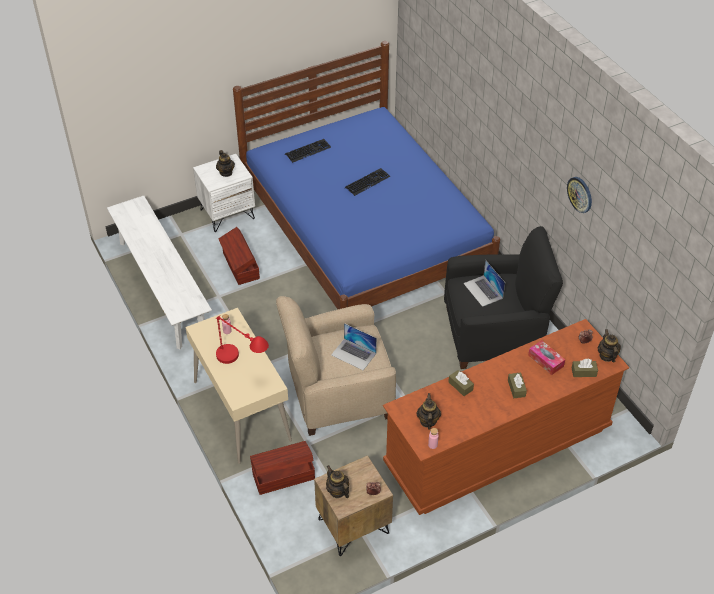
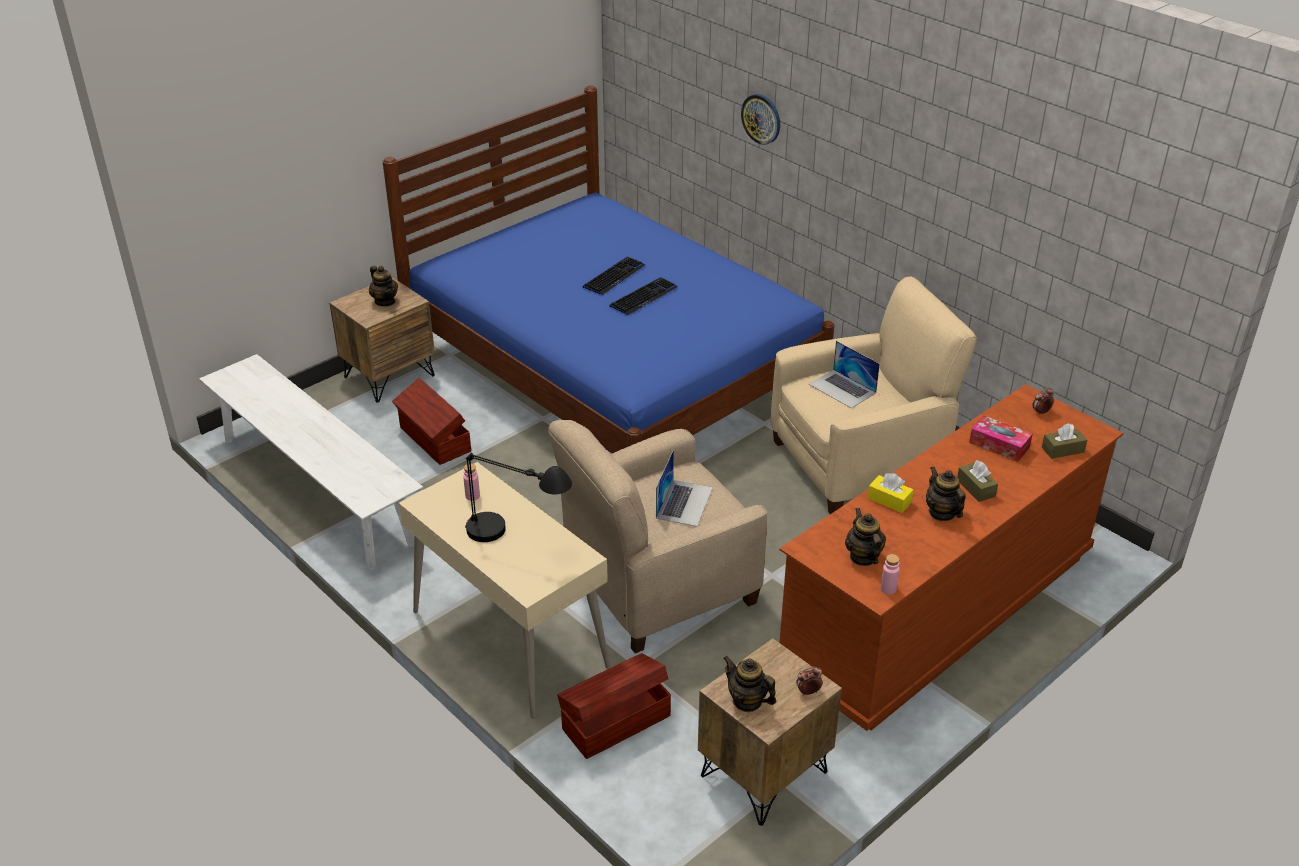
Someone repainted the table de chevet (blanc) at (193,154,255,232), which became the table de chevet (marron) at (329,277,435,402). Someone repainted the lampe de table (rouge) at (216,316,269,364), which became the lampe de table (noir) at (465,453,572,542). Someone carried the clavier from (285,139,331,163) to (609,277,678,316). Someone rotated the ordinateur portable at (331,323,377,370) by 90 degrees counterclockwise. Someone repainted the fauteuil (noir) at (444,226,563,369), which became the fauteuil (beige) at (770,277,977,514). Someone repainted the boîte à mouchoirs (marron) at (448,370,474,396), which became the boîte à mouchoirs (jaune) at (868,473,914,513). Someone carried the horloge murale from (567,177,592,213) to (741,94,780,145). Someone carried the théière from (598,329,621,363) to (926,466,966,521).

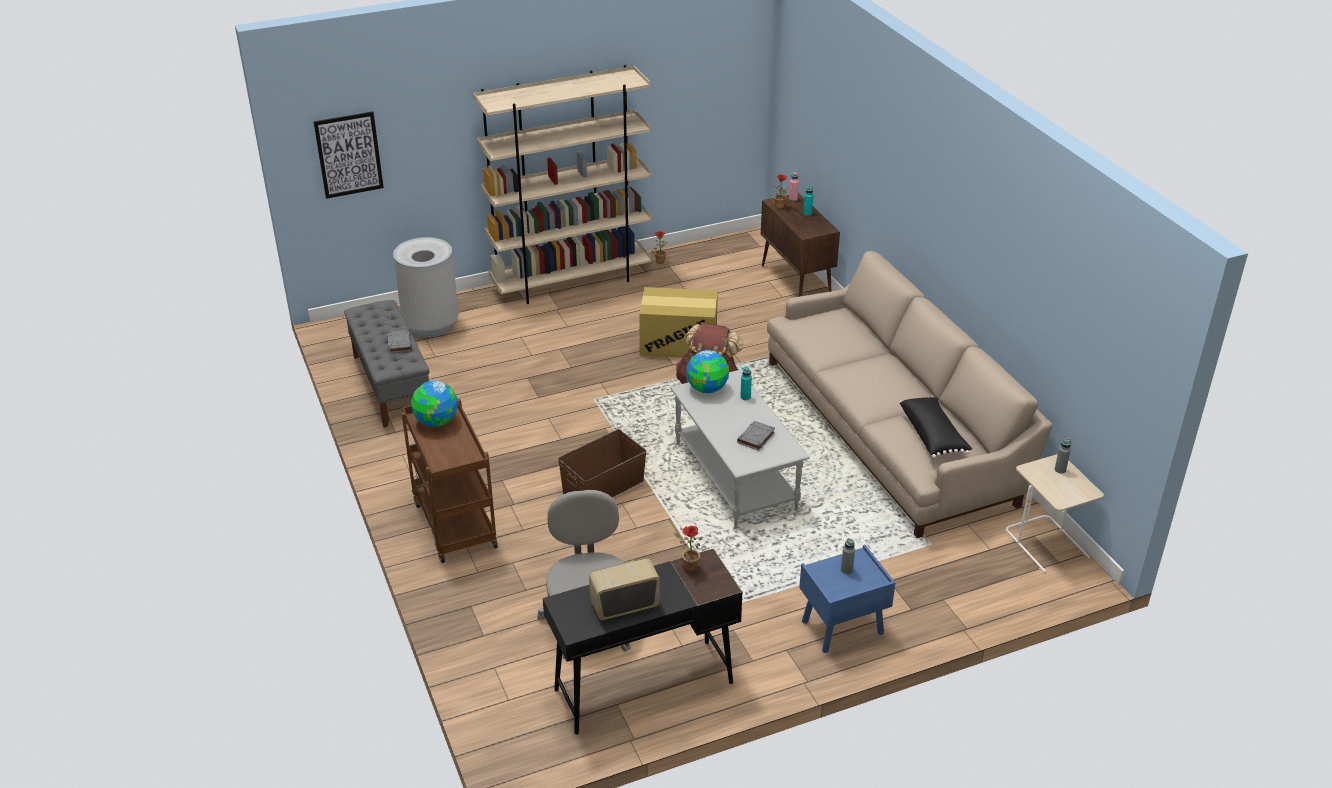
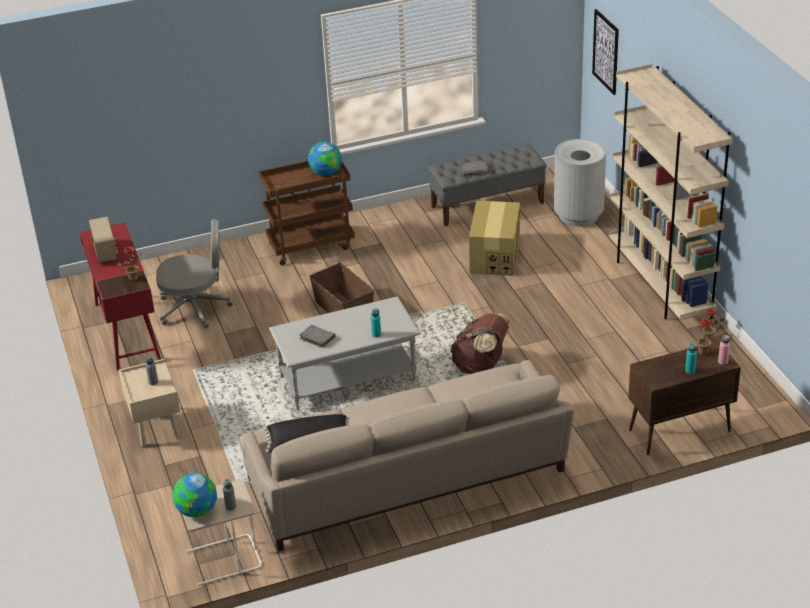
Someone repainted the bureau (noir) at (543,548,742,734), which became the bureau (rouge) at (79,222,161,371). Someone carried the carton from (639,287,718,358) to (469,201,520,276). Someone carried the globe from (687,350,729,393) to (172,473,217,517). Someone repainted the table de chevet (bleu) at (799,545,895,653), which became the table de chevet (beige) at (119,359,180,447).

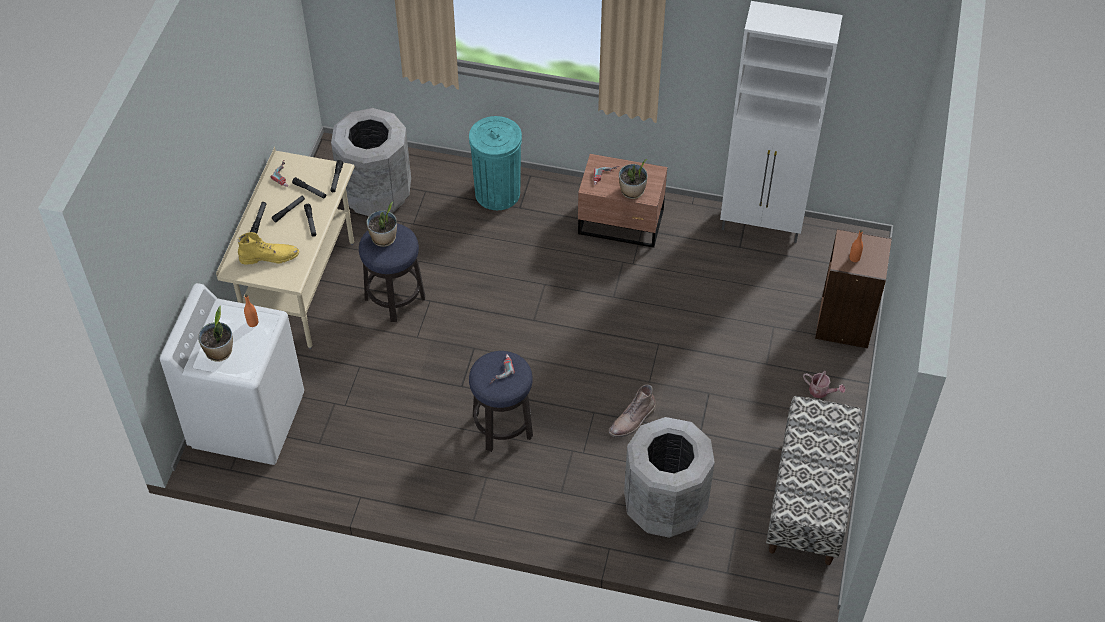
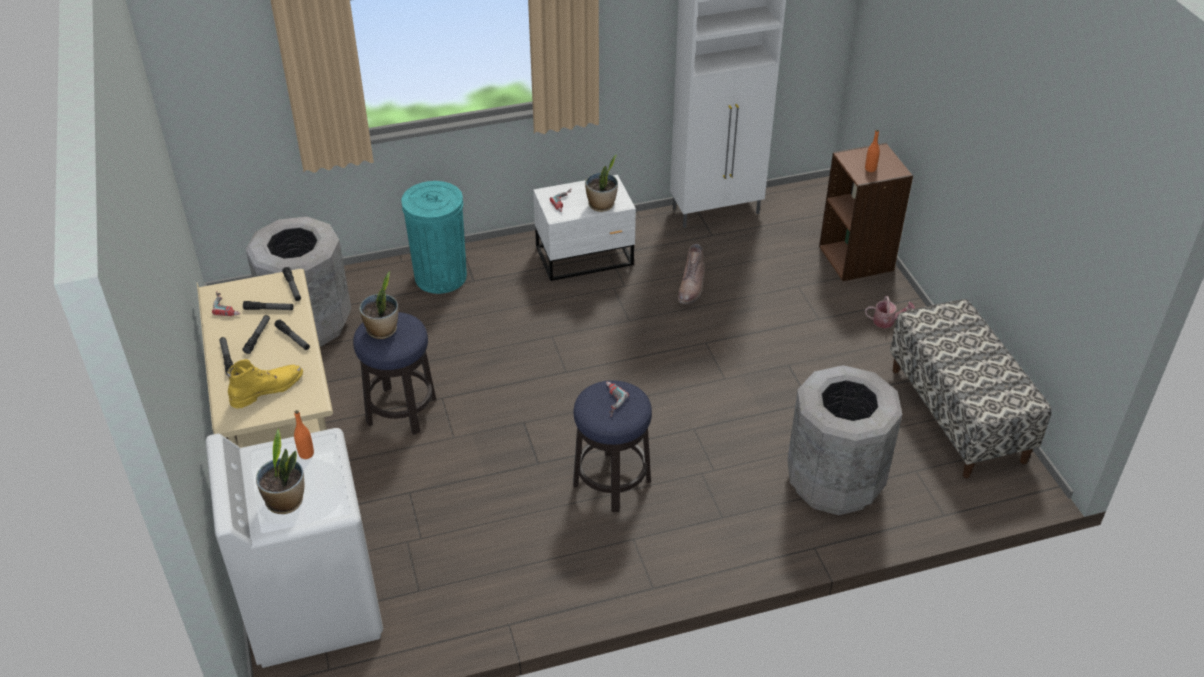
Someone repainted the table de chevet (marron) at (578,154,667,248), which became the table de chevet (blanc) at (533,175,636,281). Someone carried the botte (marron) from (609,384,656,438) to (678,244,705,304).

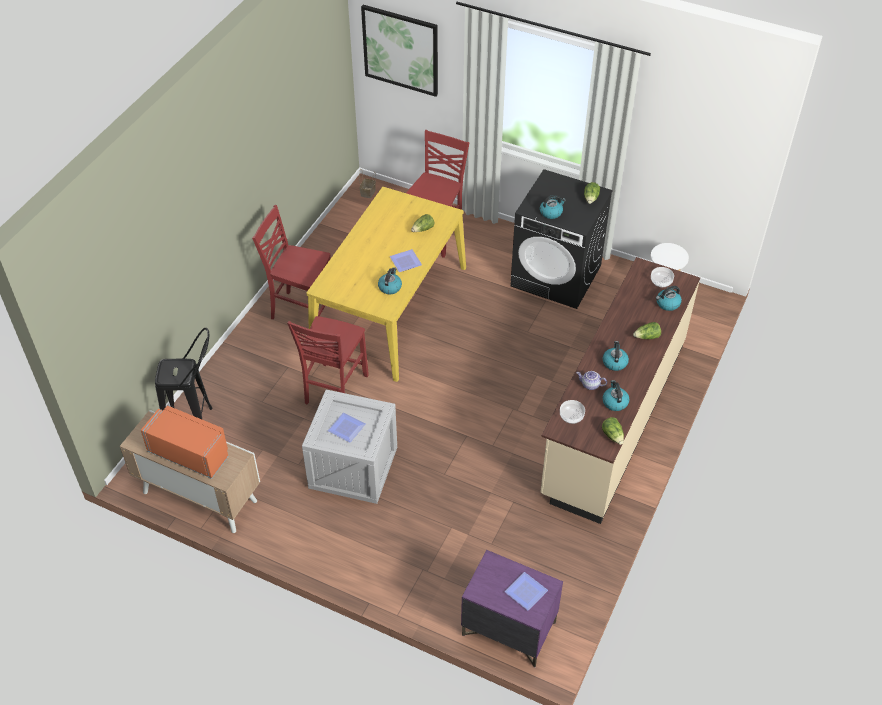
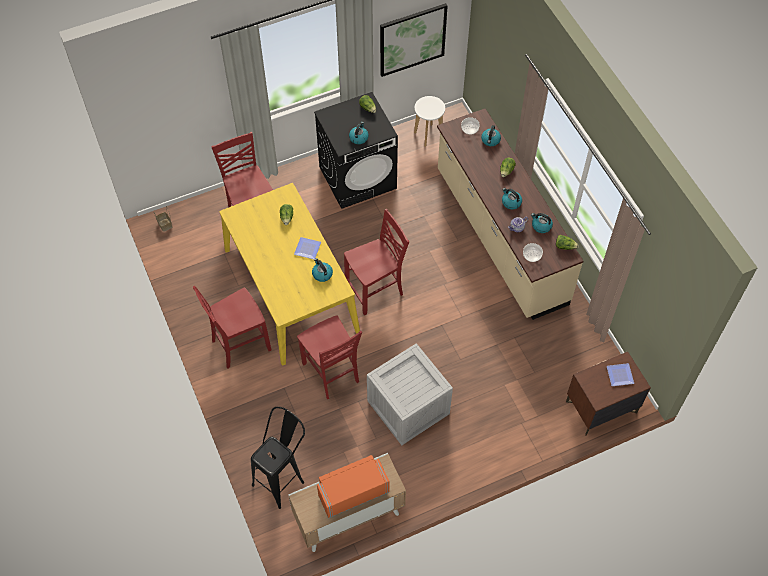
Someone took away the assiette at (328,412,366,442). Someone carried the tableau from (361,5,438,97) to (380,3,448,77). Someone repainted the table de chevet (violet) at (461,550,563,668), which became the table de chevet (marron) at (566,351,651,435). Someone put down the chaise (rouge) at (344,209,409,315).

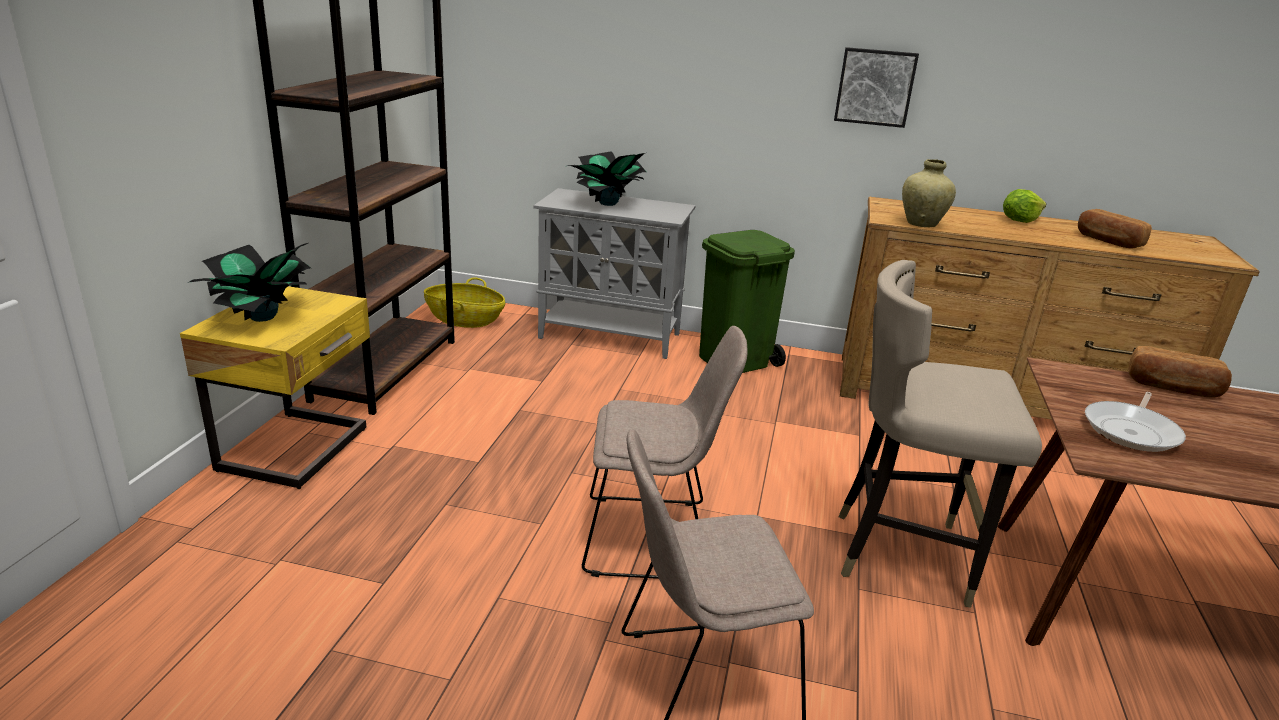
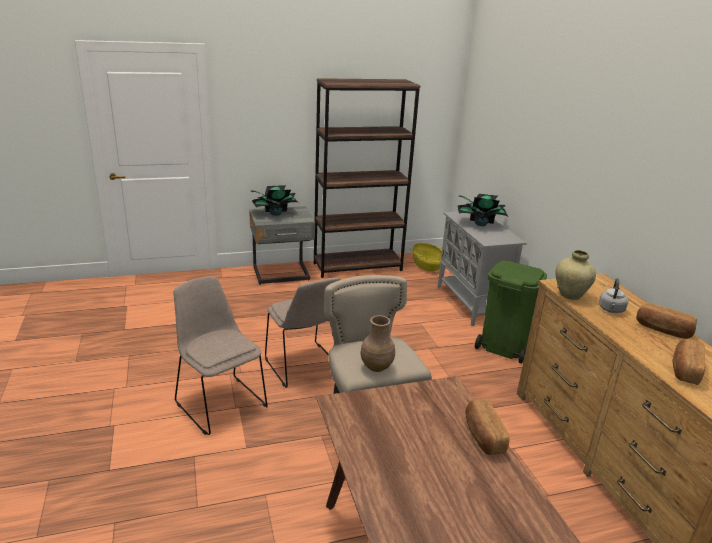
Someone repainted the table de chevet (jaune) at (180,286,370,489), which became the table de chevet (gris) at (249,206,315,285). Someone took away the tableau at (834,47,919,128). Someone swapped the laitue at (1003,189,1046,223) for the pain at (636,302,697,339). Someone took away the poêle at (1085,392,1186,452). Someone put down the vase (marron) at (360,315,395,372). Someone put down the bouilloire (gris) at (599,278,629,313).

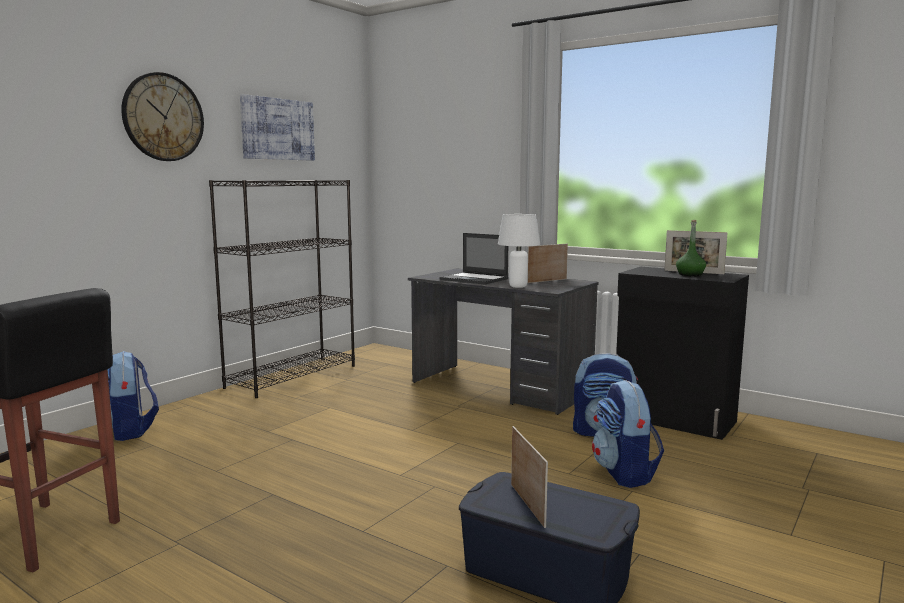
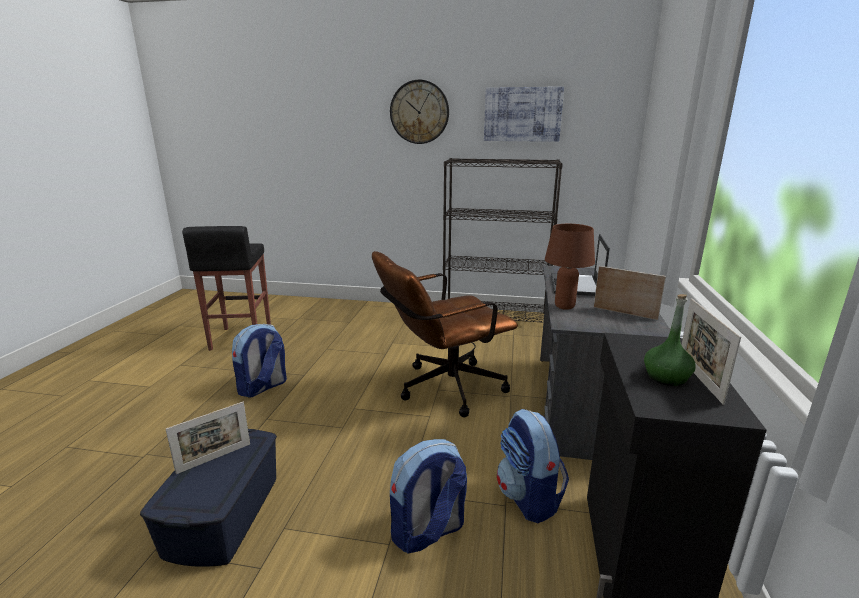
Someone carried the sac à dos from (107,351,159,441) to (232,324,287,398). Someone repainted the lampe de table (blanc) at (498,214,540,288), which became the lampe de table (marron) at (545,224,595,310). Someone put down the chaise de bureau (marron) at (372,251,518,417).

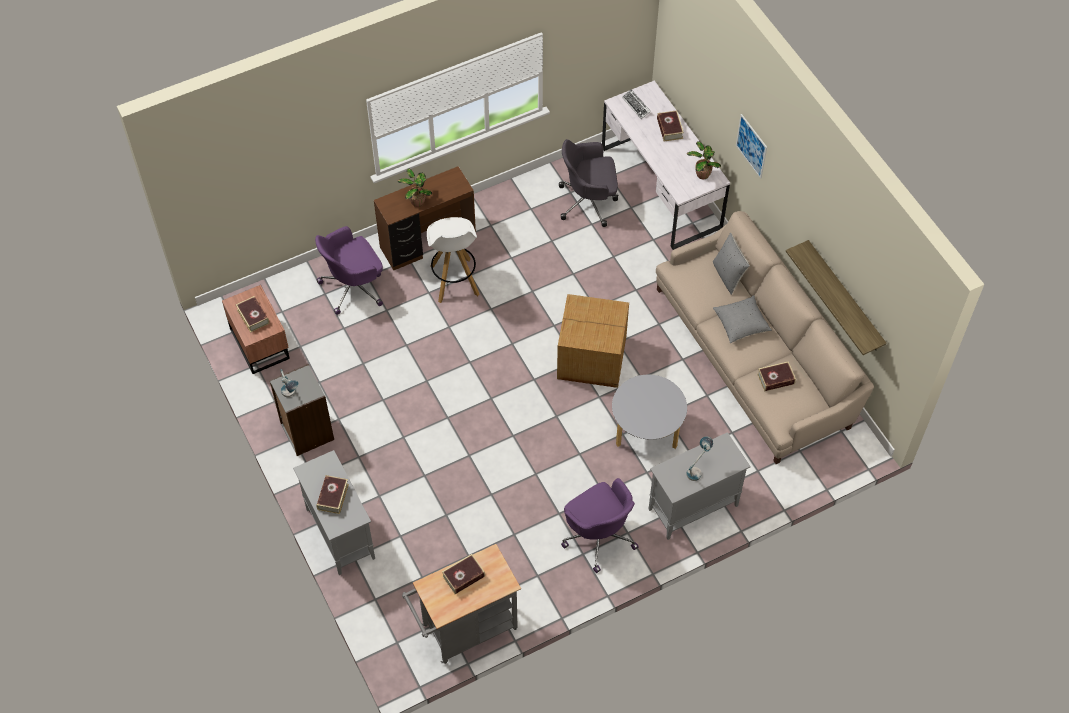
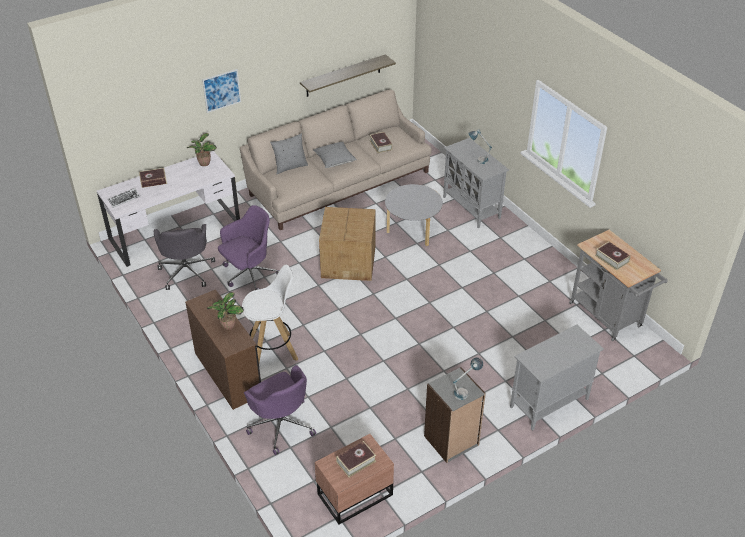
Someone took away the livre at (316,475,349,514). Someone carried the chaise de bureau (violet) from (561,478,639,573) to (218,205,279,290).

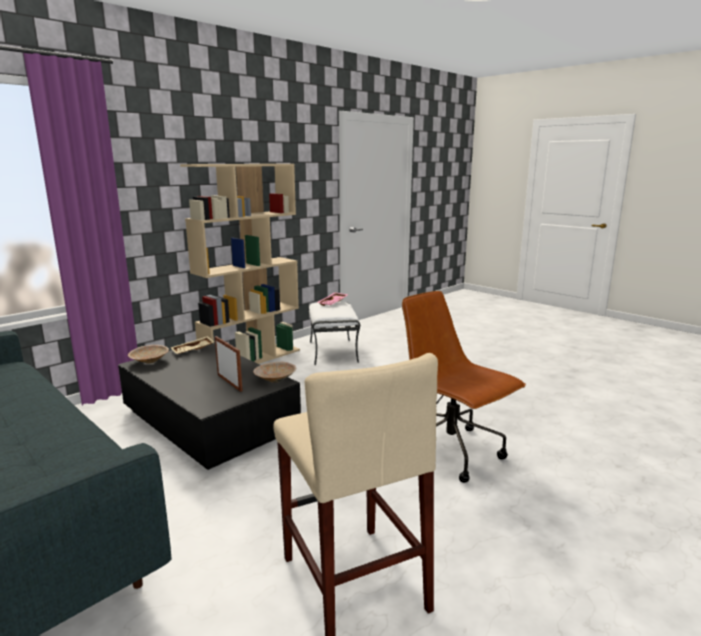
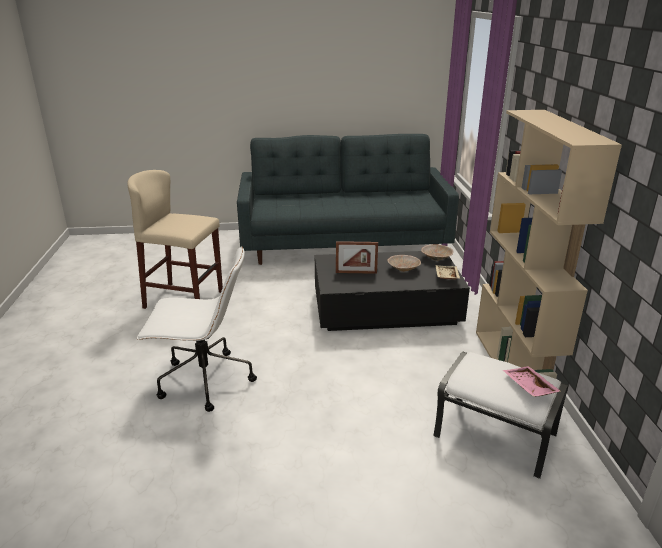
Someone carried the bol (beige) from (253,362,296,383) to (387,255,421,272). Someone repainted the chaise de bureau (marron) at (402,291,526,483), which became the chaise de bureau (blanc) at (136,246,257,412).

